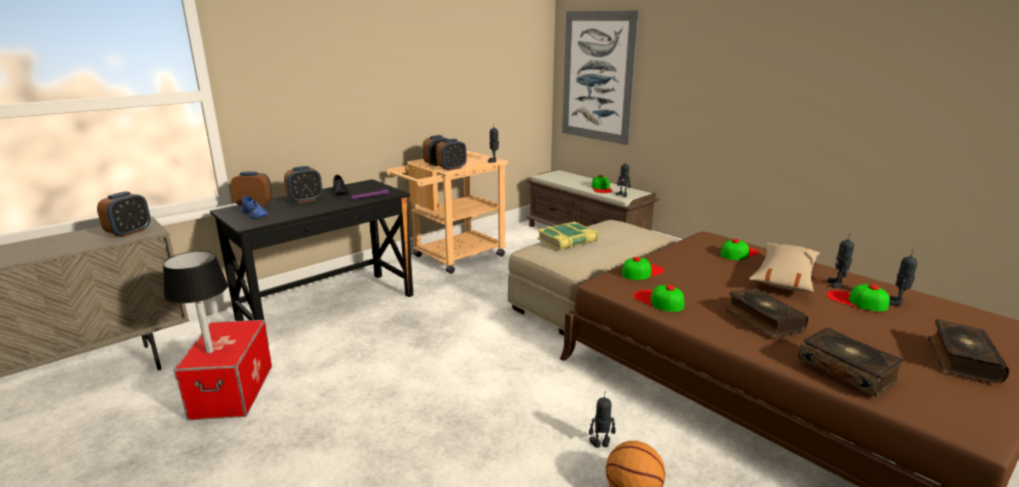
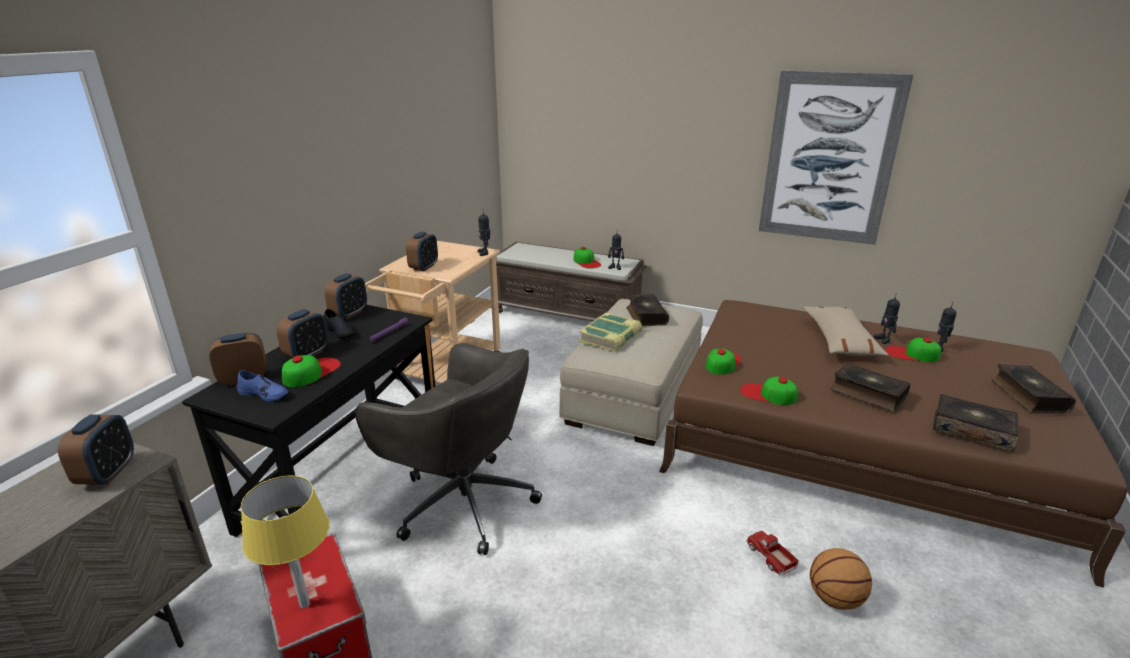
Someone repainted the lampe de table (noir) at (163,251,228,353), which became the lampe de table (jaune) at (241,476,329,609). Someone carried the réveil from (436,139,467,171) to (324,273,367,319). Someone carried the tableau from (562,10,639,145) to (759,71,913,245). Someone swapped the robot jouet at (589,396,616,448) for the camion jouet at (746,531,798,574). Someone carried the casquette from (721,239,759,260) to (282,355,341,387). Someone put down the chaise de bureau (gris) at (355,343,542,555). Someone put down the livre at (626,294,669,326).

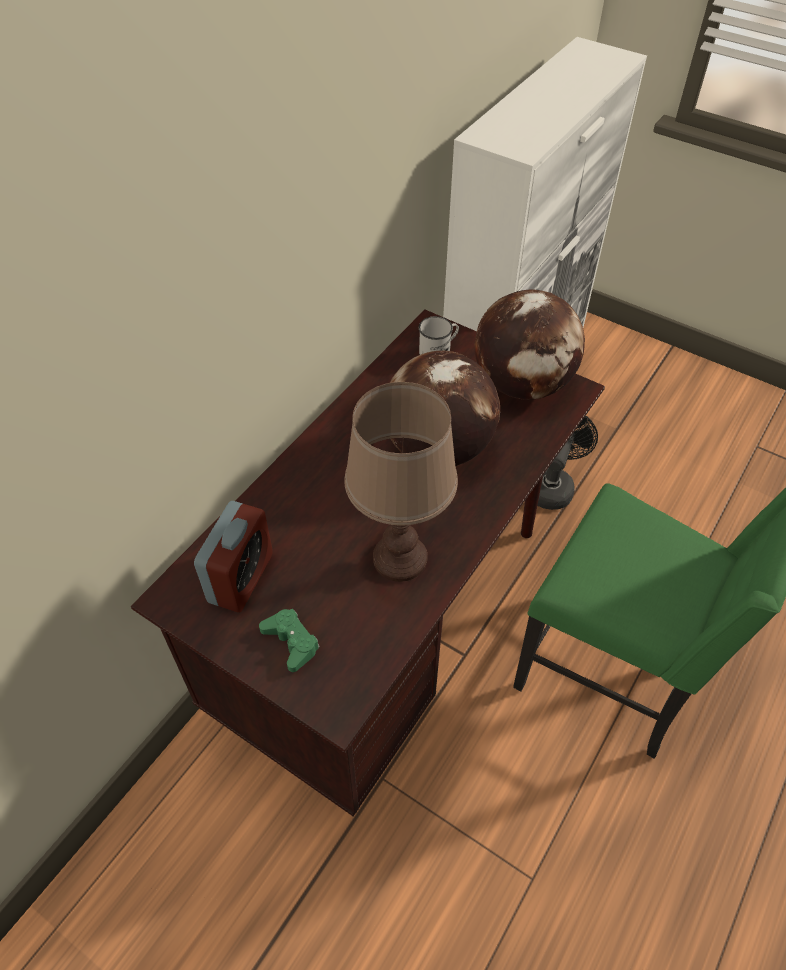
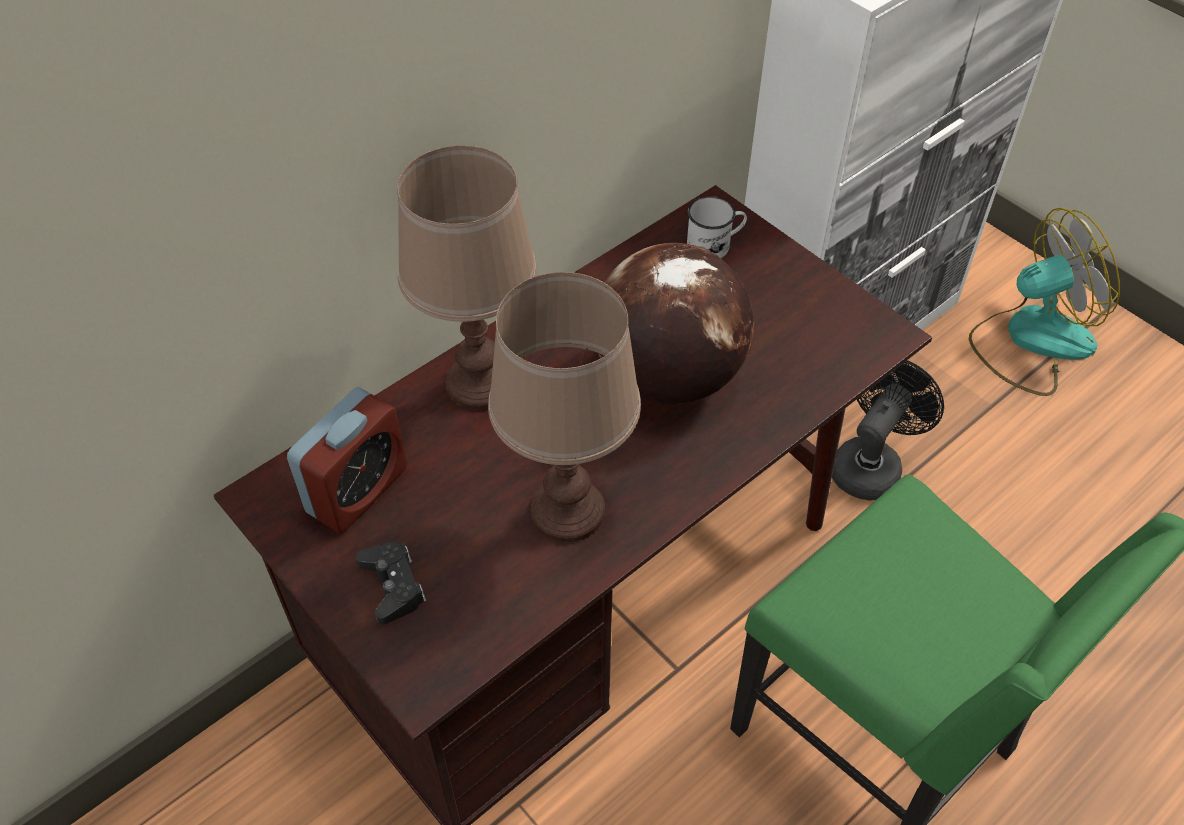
Someone repainted the manette (vert) at (259,609,320,672), which became the manette (noir) at (356,542,426,625). Someone took away the globe at (474,290,585,400). Someone put down the lampe de table (marron) at (398,146,537,410). Someone put down the ventilateur at (969,208,1120,396).

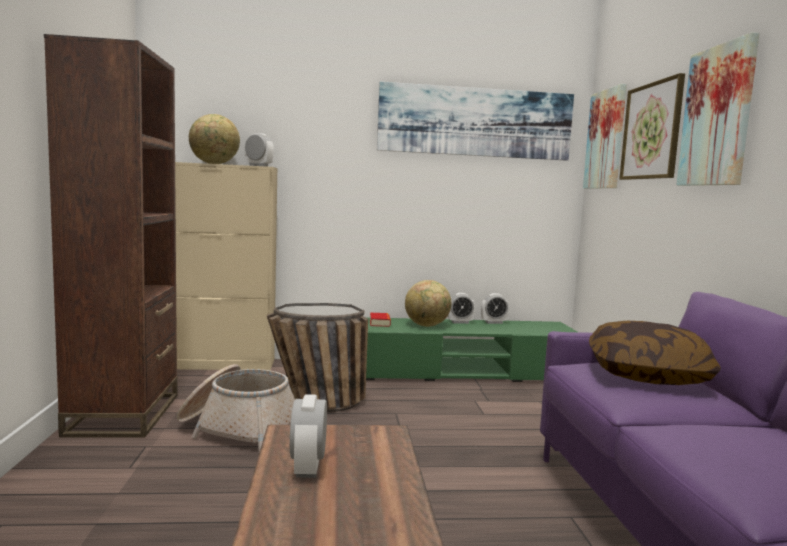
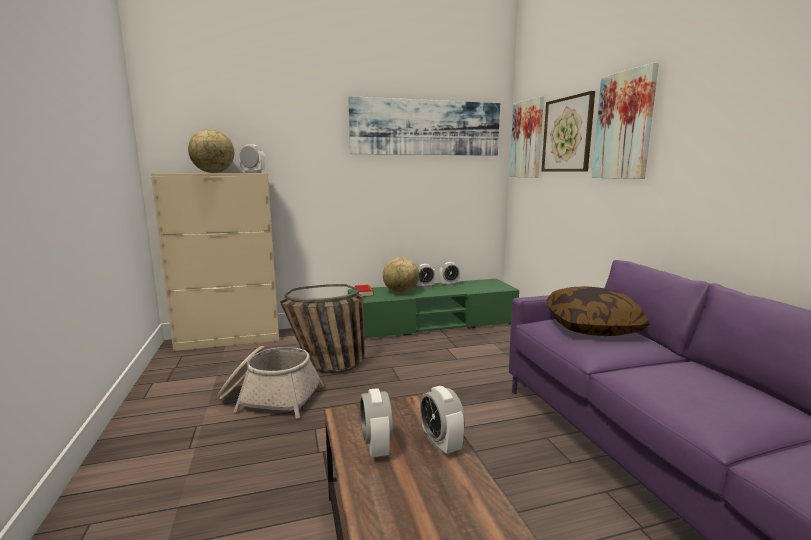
Someone took away the bibliothèque (marron) at (44,34,178,437). Someone put down the réveil at (420,386,465,455).

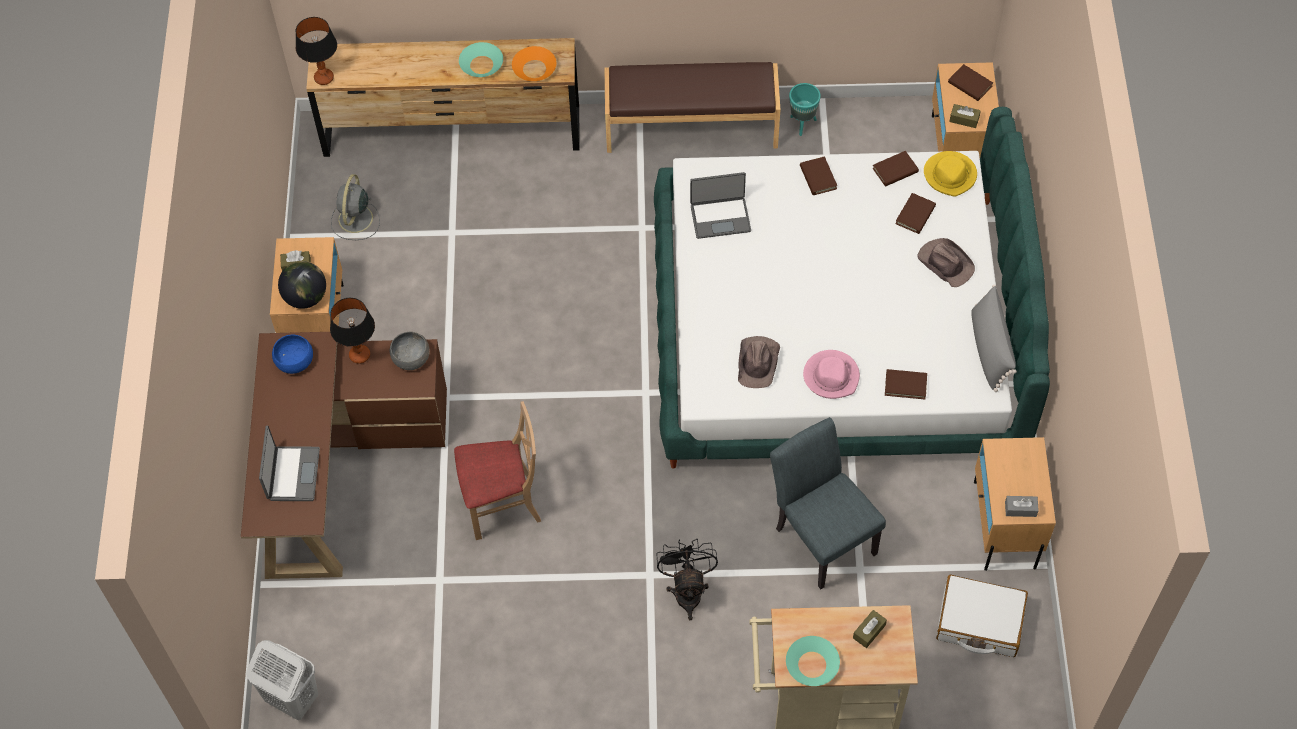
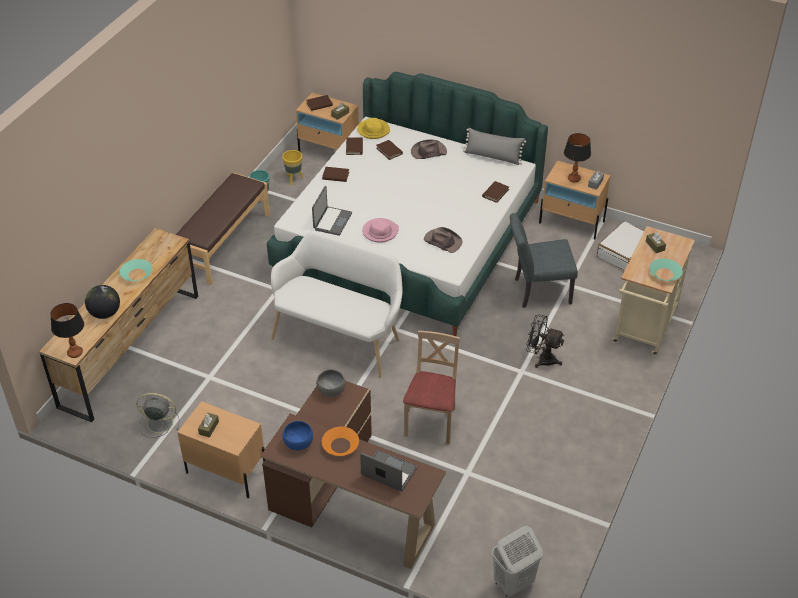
Someone carried the globe from (278,261,326,309) to (85,285,120,319). Someone carried the lampe de table from (330,298,375,364) to (564,133,591,182). Someone rotated the ventilateur (gris) at (331,174,380,240) by 150 degrees clockwise. Someone carried the bol (orange) from (512,46,556,81) to (322,427,359,456). Someone carried the chapeau (rose) from (803,350,860,399) to (362,218,399,243). Someone put down the banc (blanc) at (271,231,403,378). Someone put down the cache-pot (jaune) at (282,150,304,185).

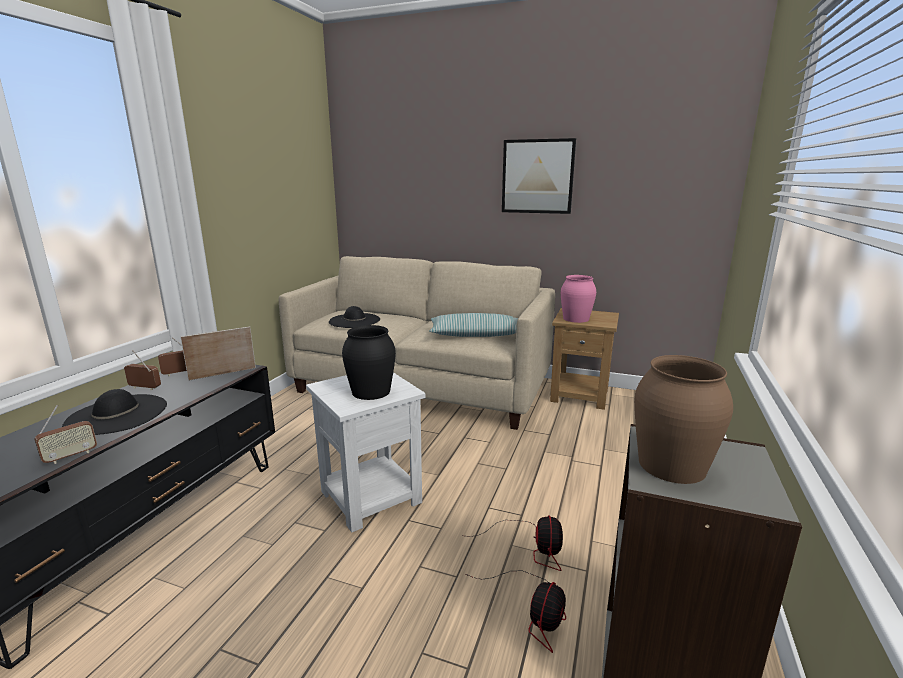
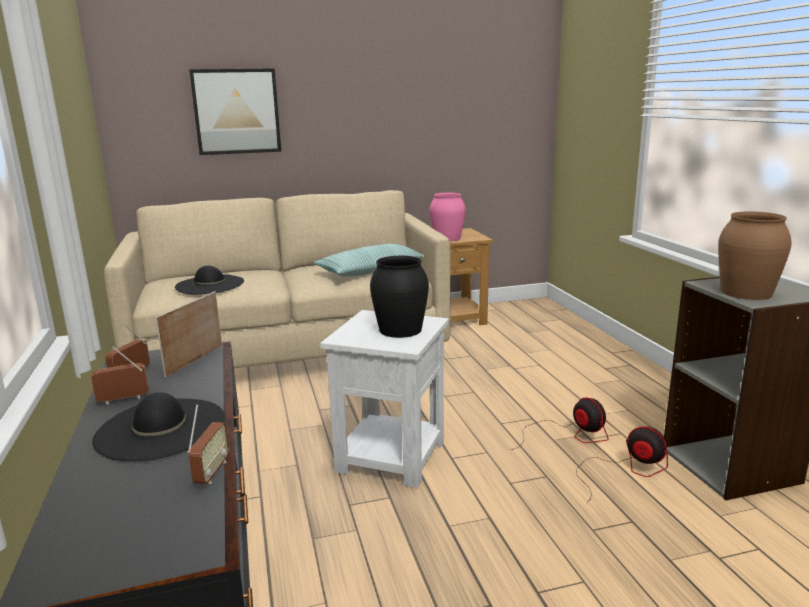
Someone rotated the ventilateur at (466,571,566,653) by 45 degrees counterclockwise. Someone carried the tableau from (502,138,576,214) to (189,68,281,155).

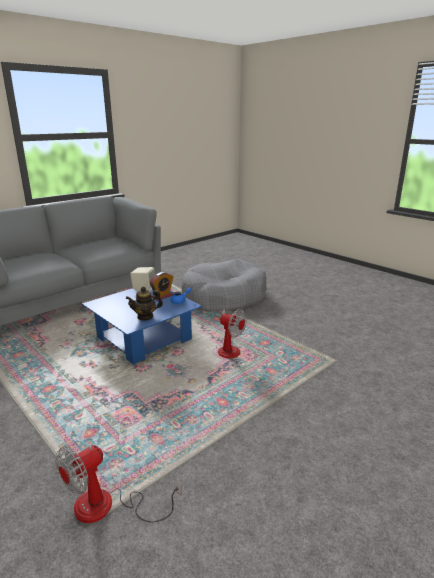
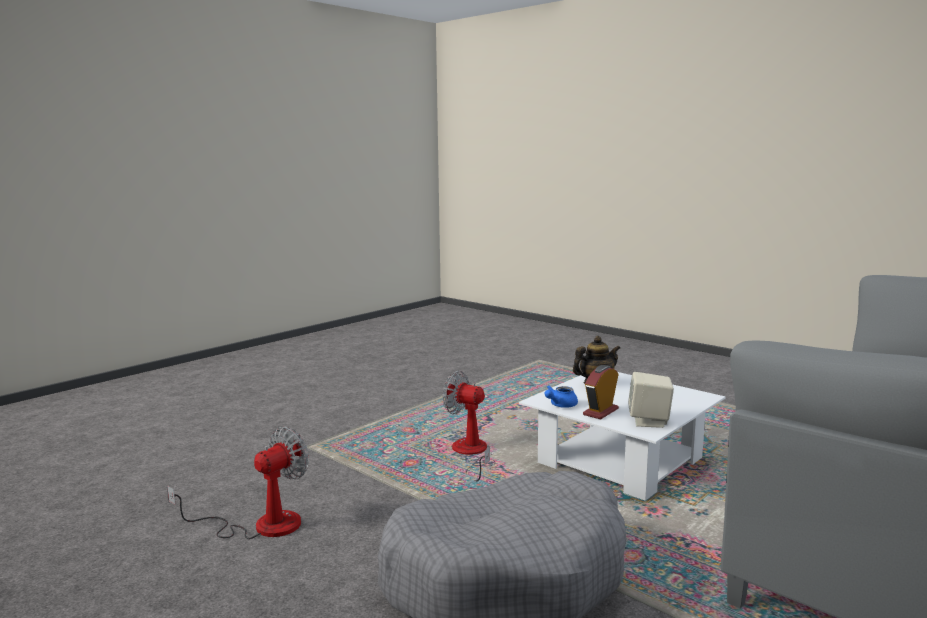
Someone carried the ventilateur from (55,445,181,523) to (167,427,309,539). Someone repainted the table basse (bleu) at (82,288,202,364), which became the table basse (blanc) at (519,372,726,501).

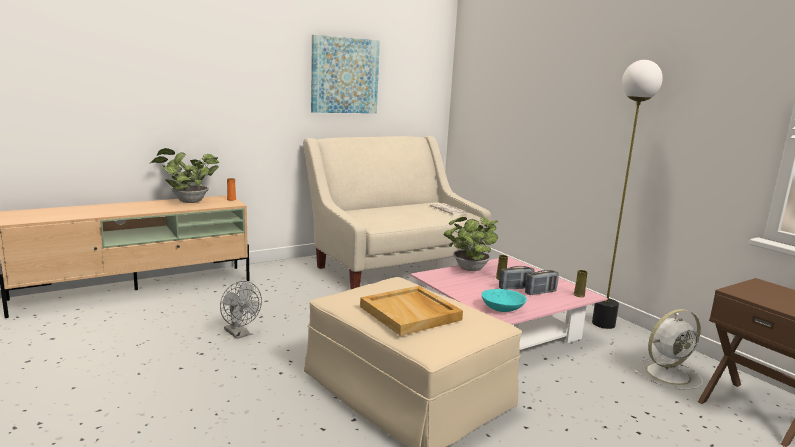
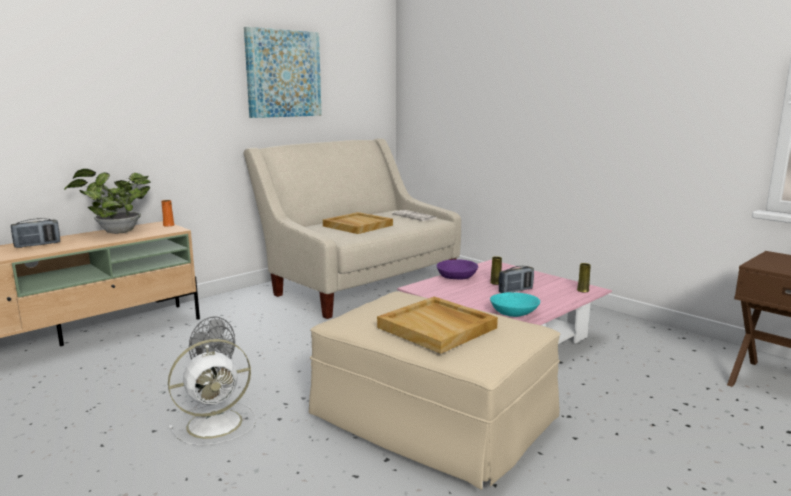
Someone swapped the plante en pot at (443,217,498,271) for the bol (violet) at (437,259,478,280). Someone carried the radio from (525,270,559,295) to (11,218,60,248). Someone took away the lampadaire at (592,60,663,329). Someone carried the ventilateur (blanc) from (634,309,703,390) to (168,339,256,446). Someone put down the plateau (beige) at (323,212,393,234).

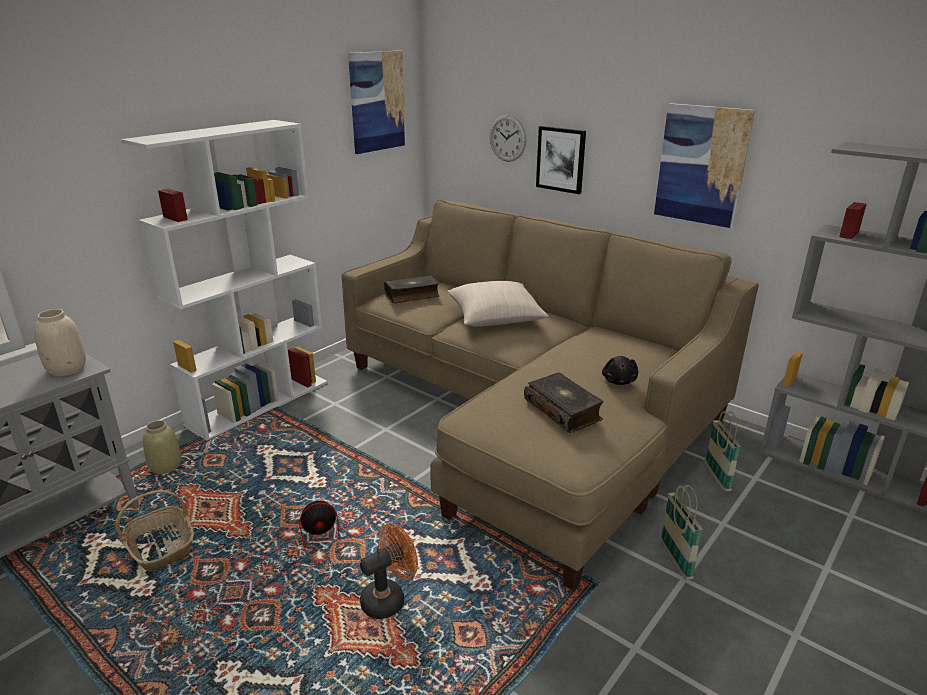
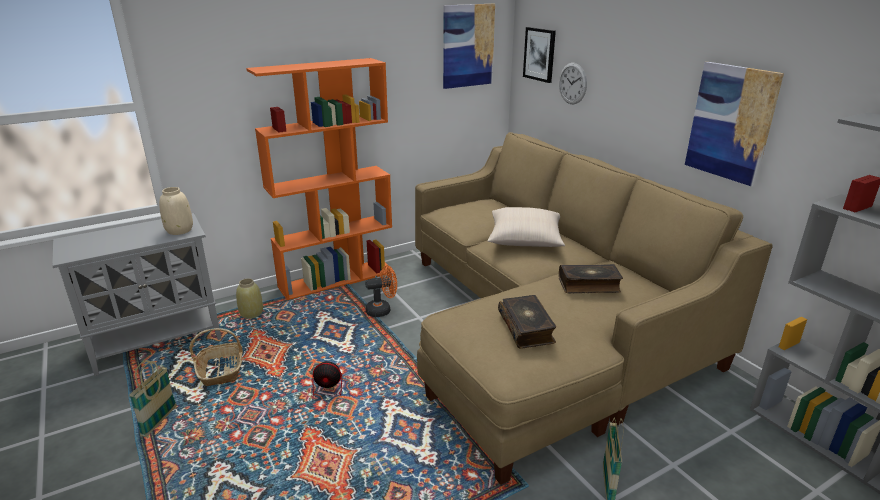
Someone repainted the bibliothèque (blanc) at (121,120,328,441), which became the bibliothèque (orange) at (246,58,393,300). Someone carried the ventilateur (orange) from (360,523,418,619) to (365,265,397,317). Someone carried the livre from (384,275,439,304) to (559,264,623,294). Someone carried the tableau from (536,126,586,194) to (523,27,556,83). Someone took away the peluche (noir) at (602,356,638,385). Someone carried the panier from (705,411,741,492) to (129,360,177,437).

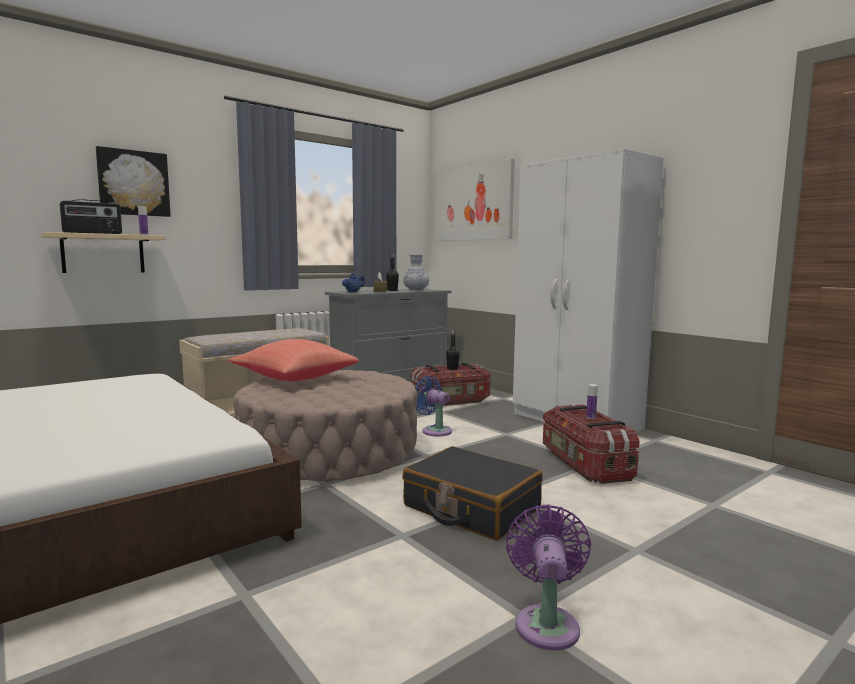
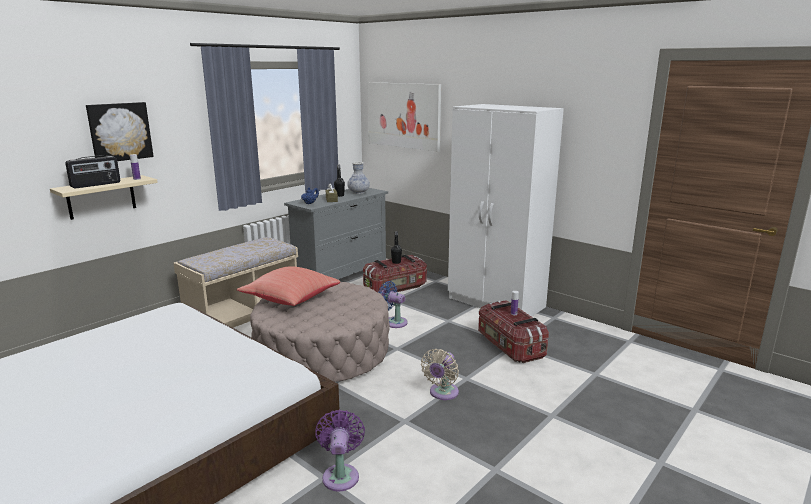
Someone swapped the valise (noir) at (402,446,542,540) for the ventilateur (beige) at (421,349,459,400). Someone carried the ventilateur (violet) from (506,504,591,650) to (315,410,365,491).

